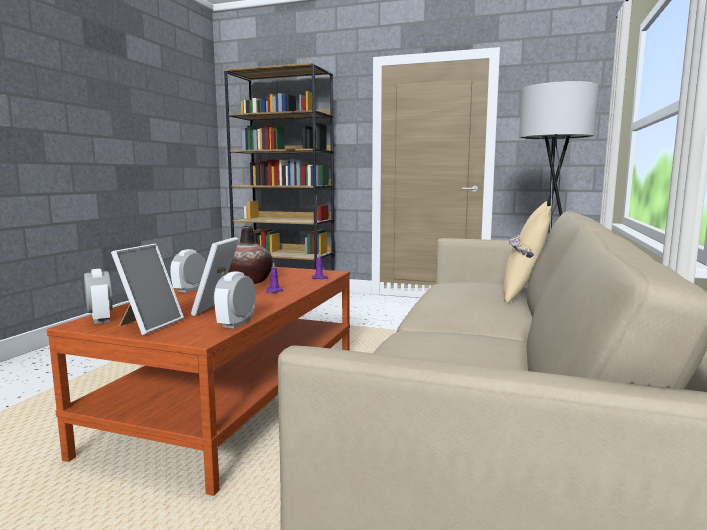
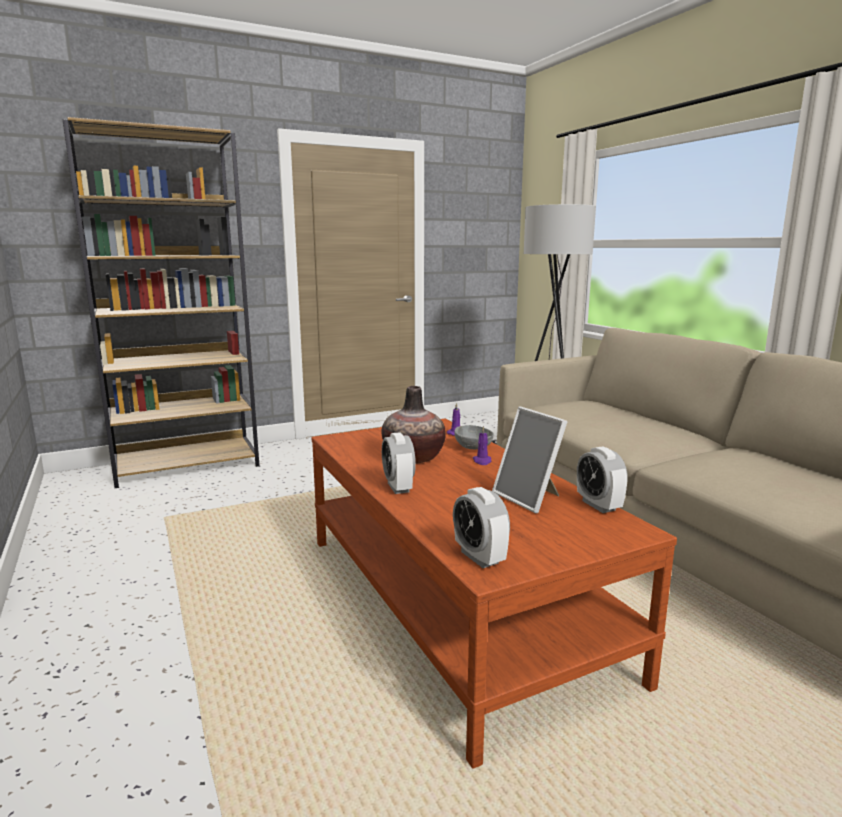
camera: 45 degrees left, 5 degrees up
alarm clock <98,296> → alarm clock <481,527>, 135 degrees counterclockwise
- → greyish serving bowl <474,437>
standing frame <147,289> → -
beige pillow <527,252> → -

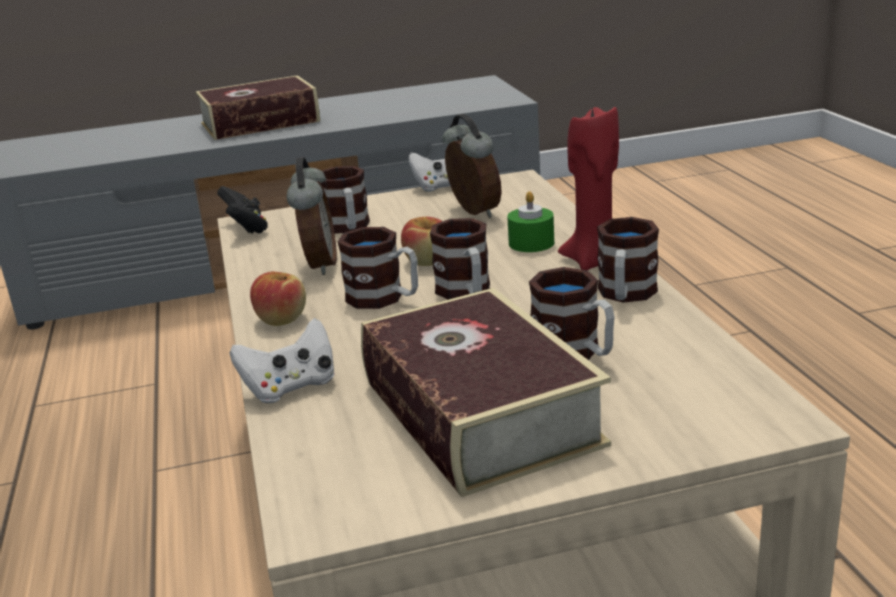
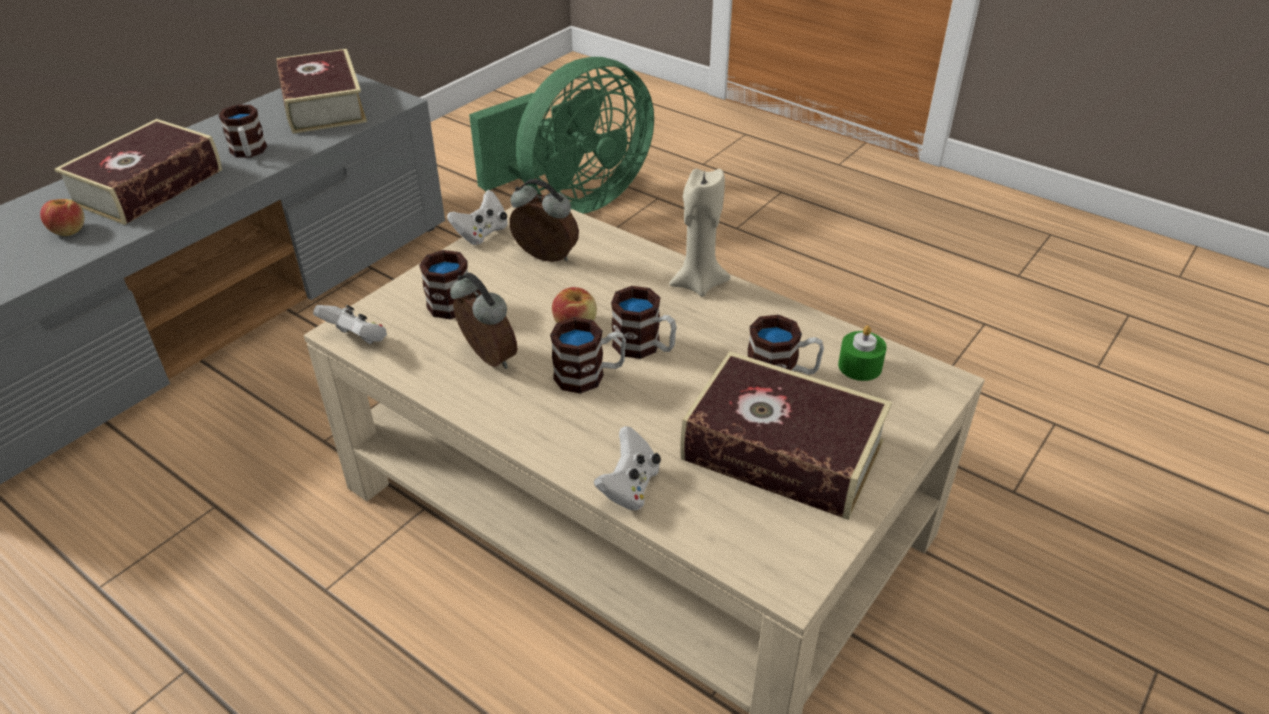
camera: 40 degrees left, 15 degrees up
apple fruit <278,299> → apple fruit <62,217>, relocated
mug <628,260> → mug <242,131>, relocated
- → bound book <321,91>
blackish game controller <242,210> → white-coloured game controller <350,324>
- → green-coloured electric fan <561,135>
red-coloured wax candle <588,187> → beige wax candle <700,233>
green-coloured wax candle <530,221> → green-coloured wax candle <862,353>, relocated

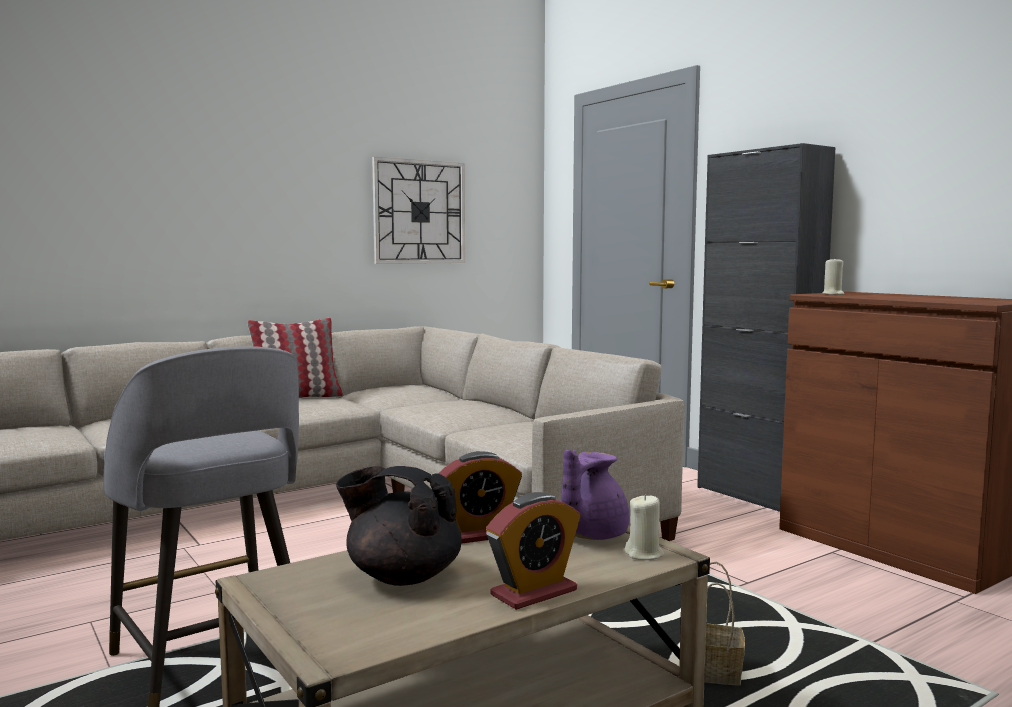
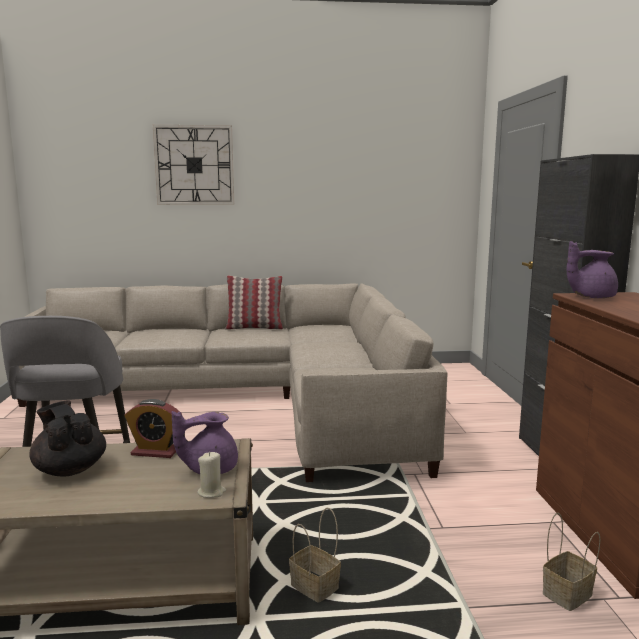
camera: 30 degrees right, 5 degrees up
wall clock <418,210> → wall clock <193,165>, relocated
- → basket <571,562>
beige wax candle <833,276> → purple-coloured teapot <592,269>
alarm clock <533,551> → -

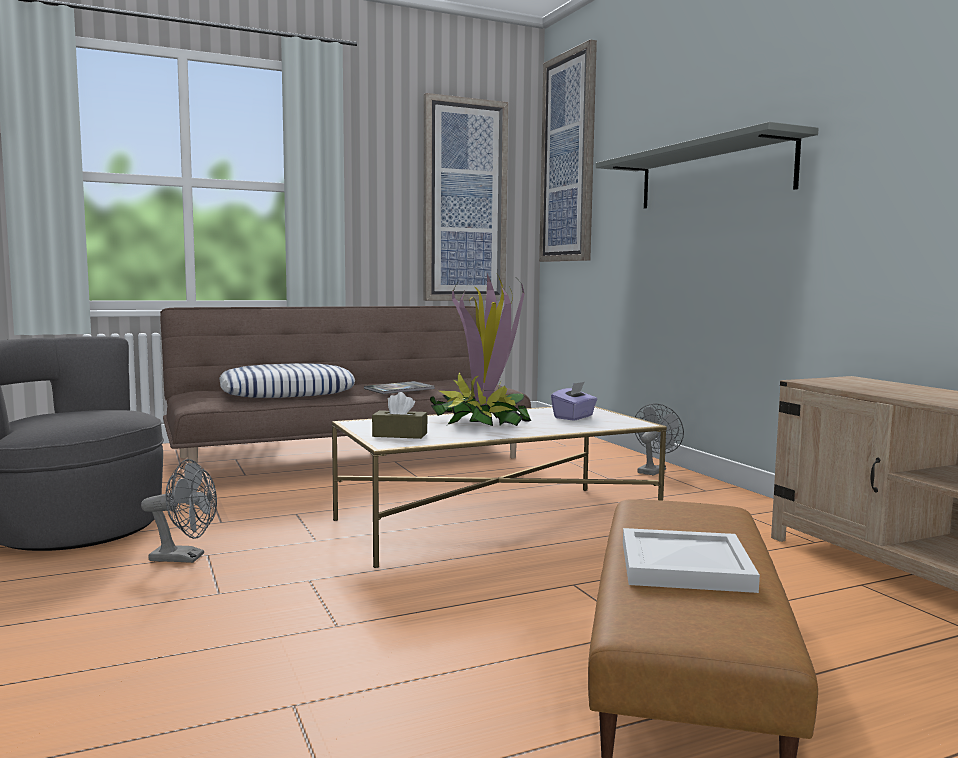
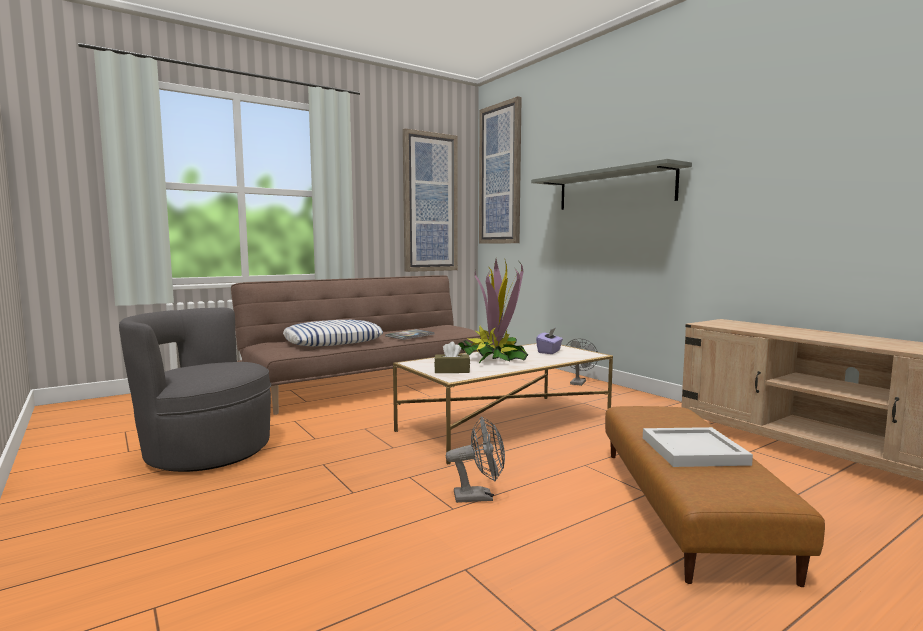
camera: 10 degrees left, 0 degrees up
greyish electric fan <179,511> → greyish electric fan <475,459>, relocated

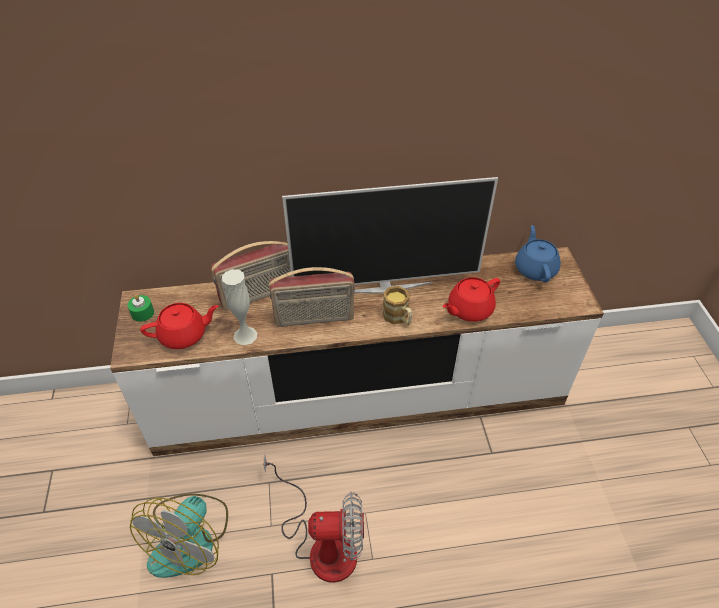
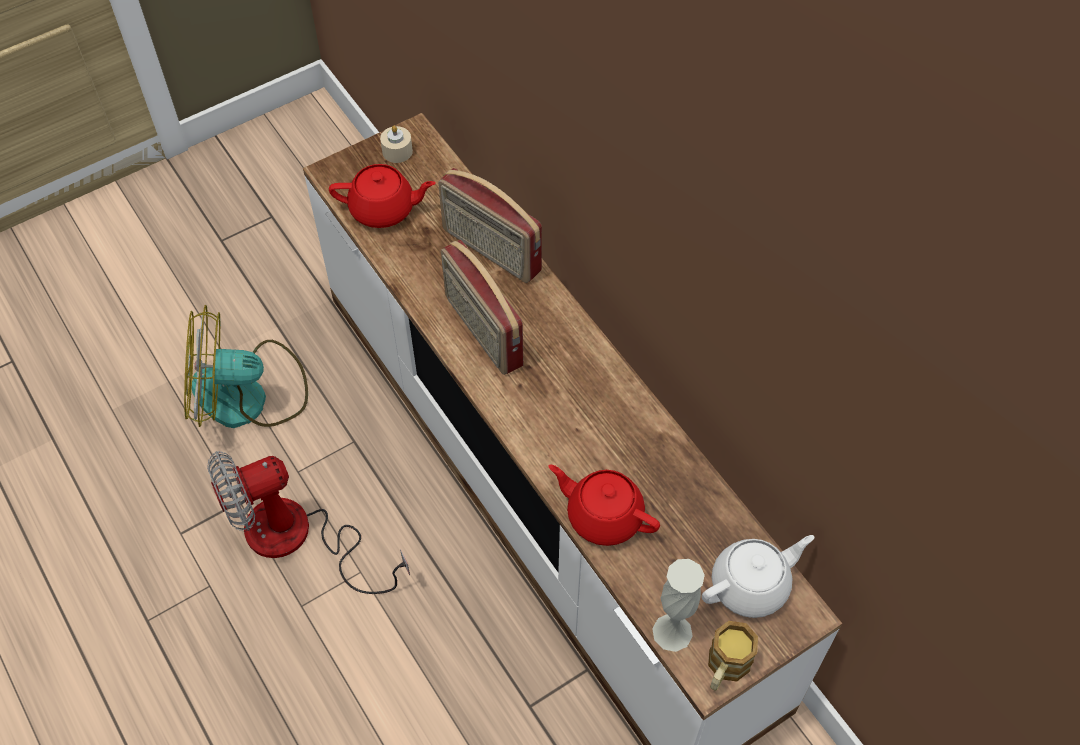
camera: 65 degrees right, 10 degrees up
electric fan <313,518> → electric fan <308,522>, 90 degrees clockwise
red-coloured teapot <179,326> → red-coloured teapot <382,196>, 45 degrees counterclockwise
green-coloured wax candle <140,308> → beige wax candle <396,144>
white-coloured vase <239,307> → white-coloured vase <678,605>, relocated
blue teapot <538,253> → white-coloured teapot <758,576>
mug <398,305> → mug <733,656>, relocated
TV set <390,235> → -

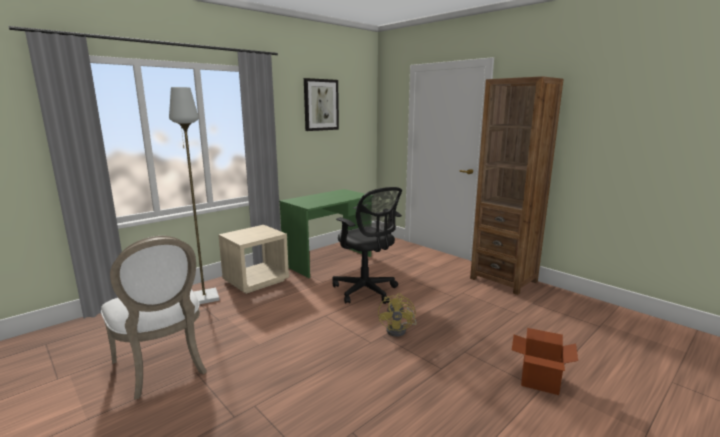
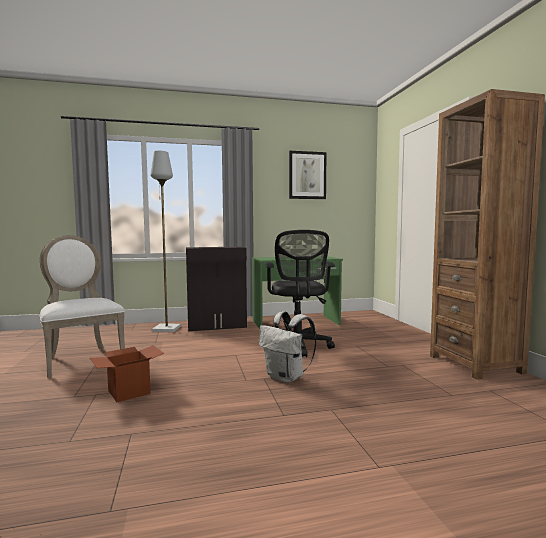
camera: 30 degrees right, 10 degrees down
white-coloured upright chair <154,317> → white-coloured upright chair <82,306>, 150 degrees clockwise
carton <545,361> → carton <127,373>, relocated
beige bedside table <253,259> → blackish cupboard <216,289>
yellowish electric fan <397,315> → white-coloured knapsack <287,347>

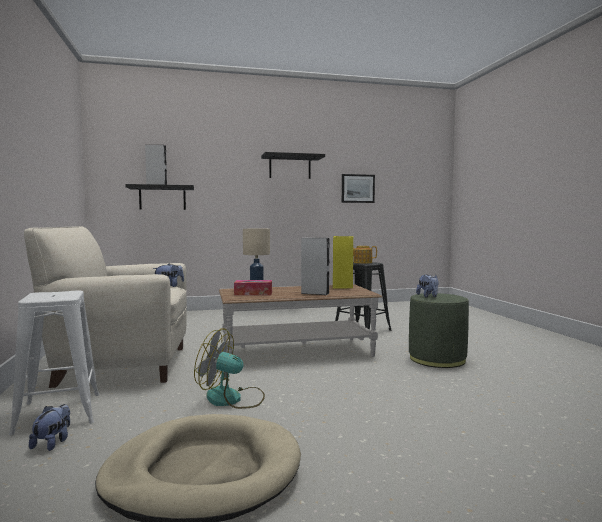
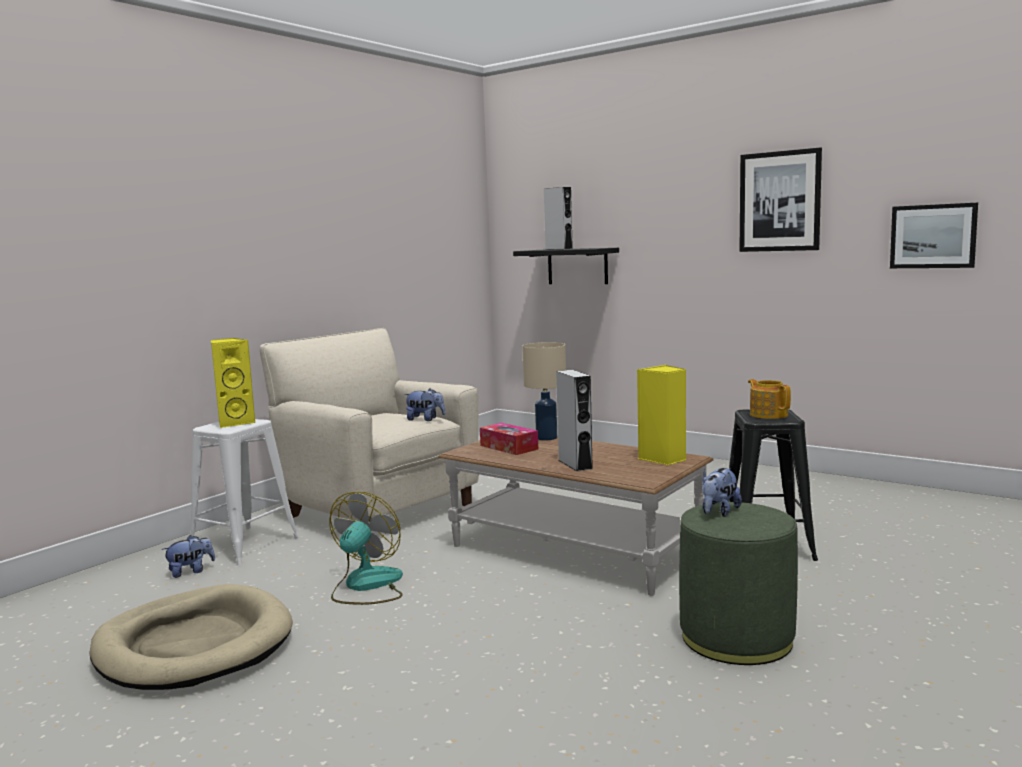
camera: 50 degrees right, 5 degrees up
- → yellowish audio speaker <233,383>
electric fan <229,368> → electric fan <366,548>, 45 degrees clockwise
blackish wall shelf <293,165> → wall picture <780,199>

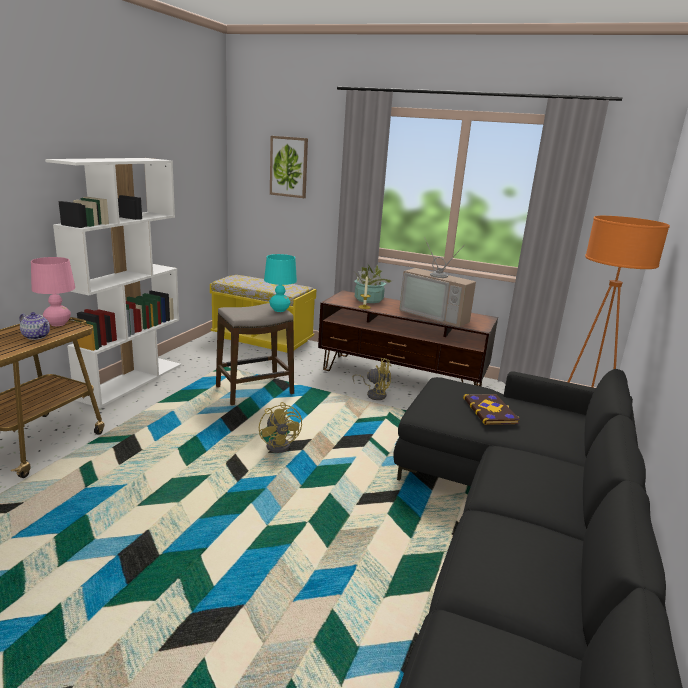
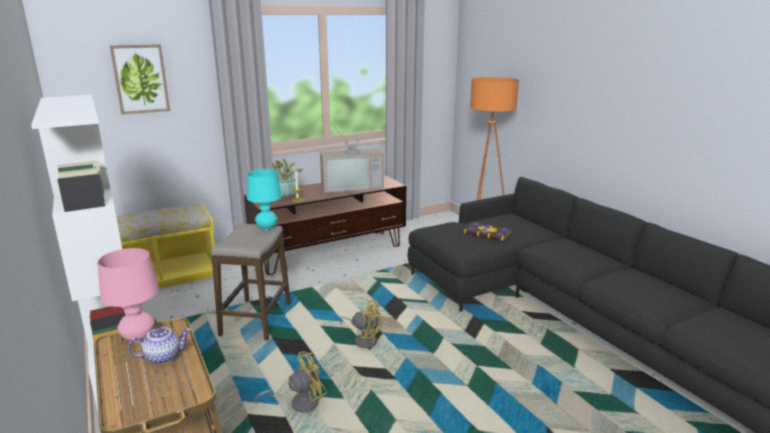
camera: 50 degrees left, 0 degrees up
yellowish electric fan <371,378> → yellowish electric fan <290,381>, relocated

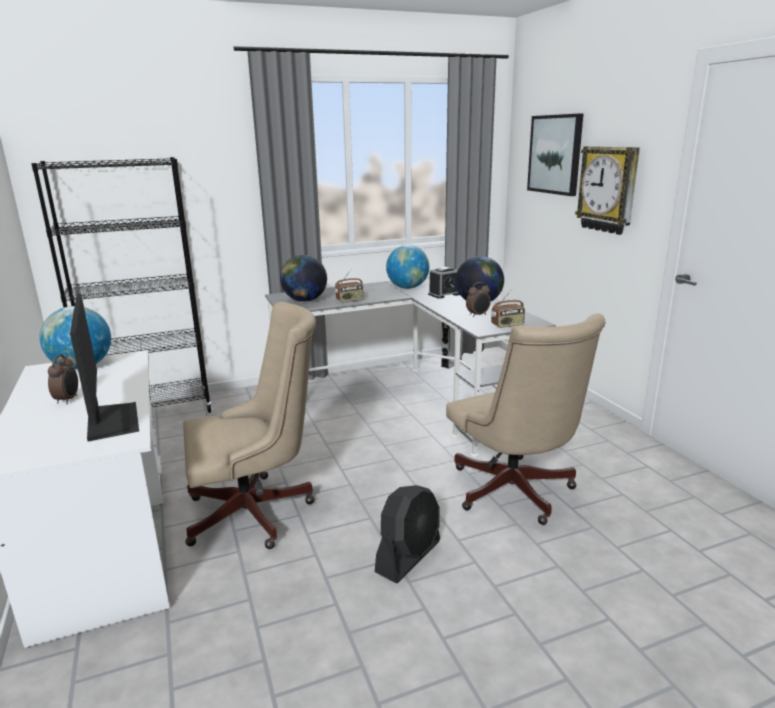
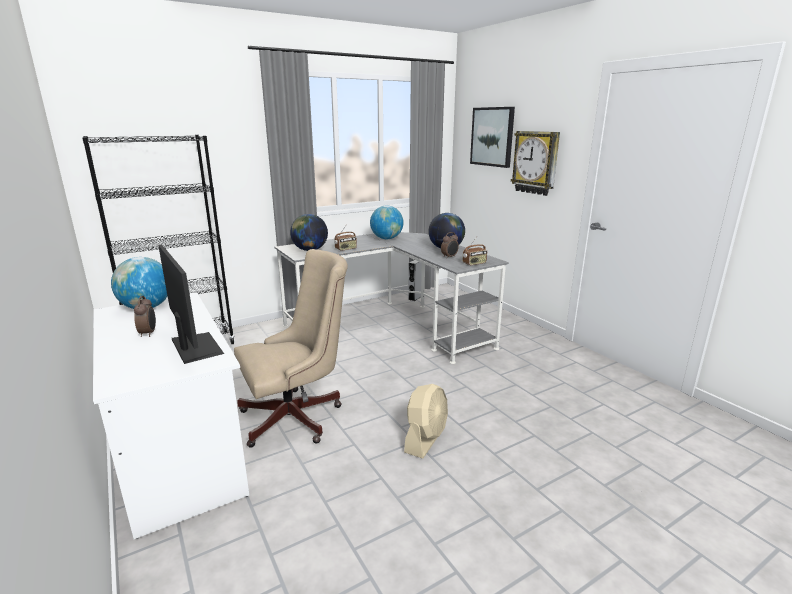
camera: 10 degrees left, 0 degrees up
blackish electric fan <407,534> → beige electric fan <426,421>
alarm clock <444,283> → -
beige office chair <526,419> → -

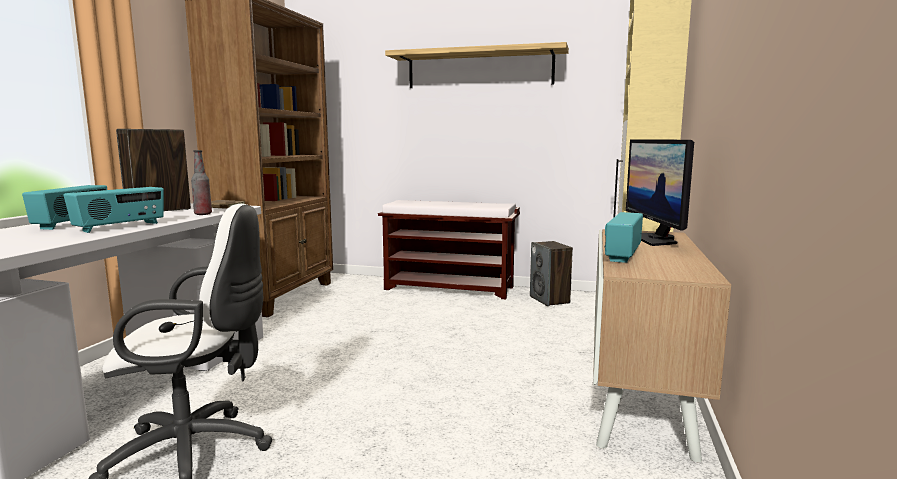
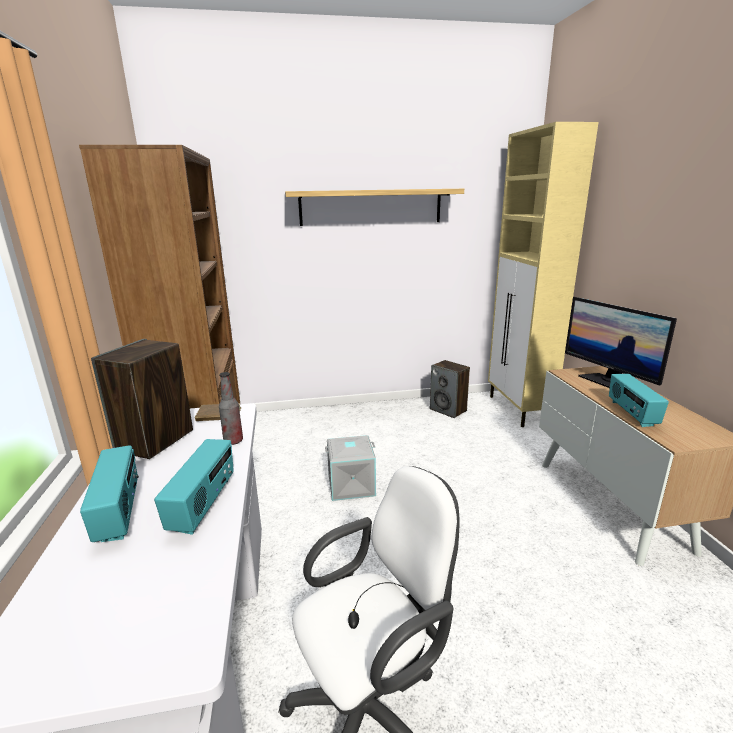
camera: 25 degrees left, 10 degrees up
- → greyish storage box <350,468>
brown-coloured bench <449,249> → -

